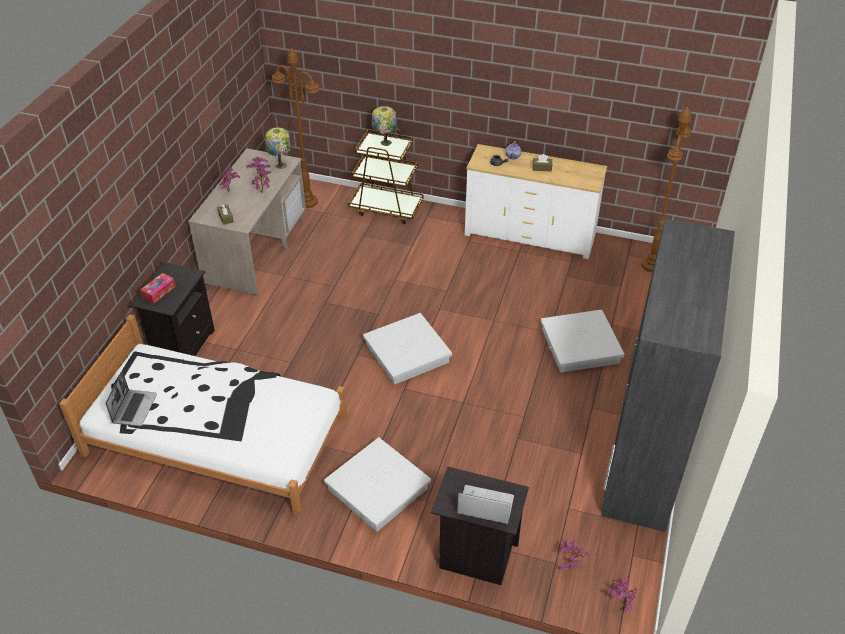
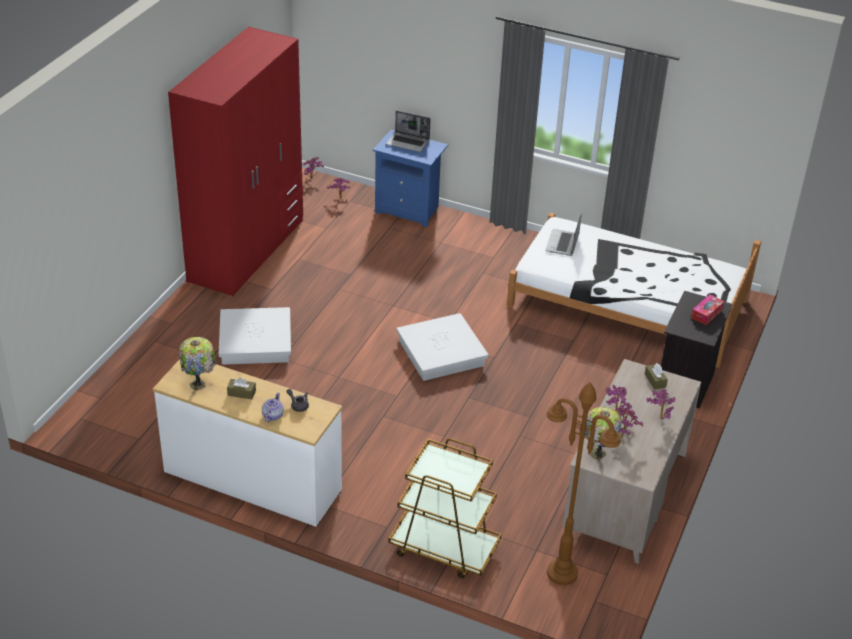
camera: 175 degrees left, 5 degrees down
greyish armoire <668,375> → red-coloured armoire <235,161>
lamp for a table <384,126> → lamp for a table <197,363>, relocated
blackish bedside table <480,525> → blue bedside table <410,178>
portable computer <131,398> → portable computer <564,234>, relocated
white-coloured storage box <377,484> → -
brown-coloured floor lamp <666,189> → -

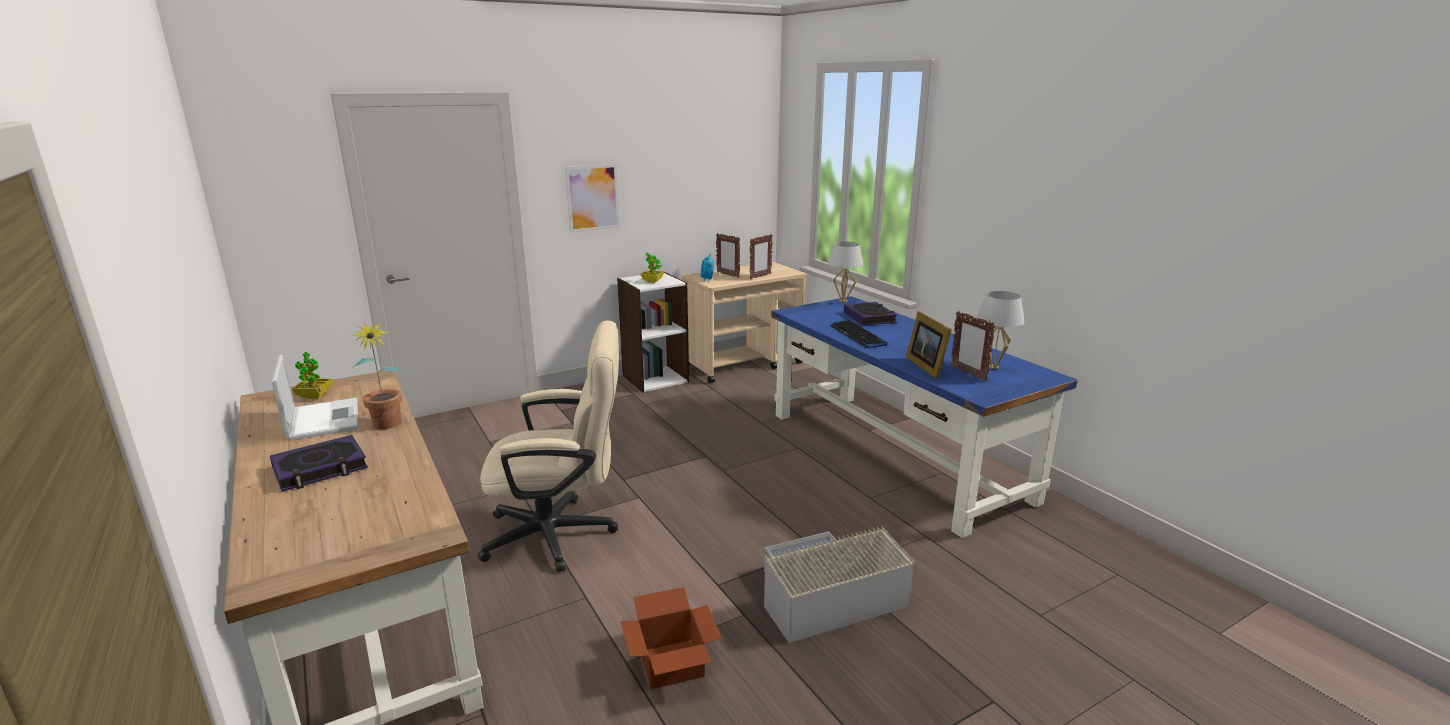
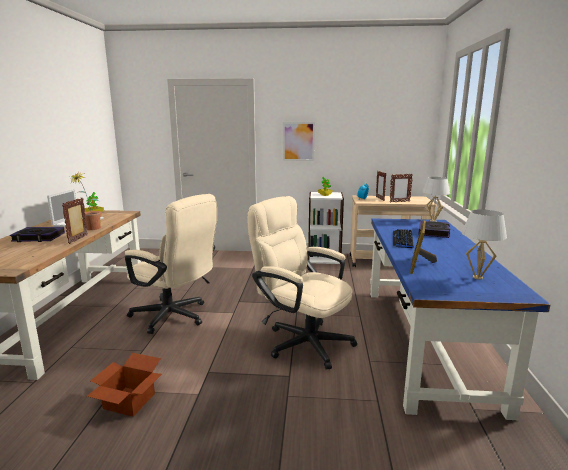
camera: 35 degrees right, 5 degrees down
standing frame <973,346> → standing frame <75,221>, relocated
- → beige office chair <302,283>
greyish storage box <839,584> → -

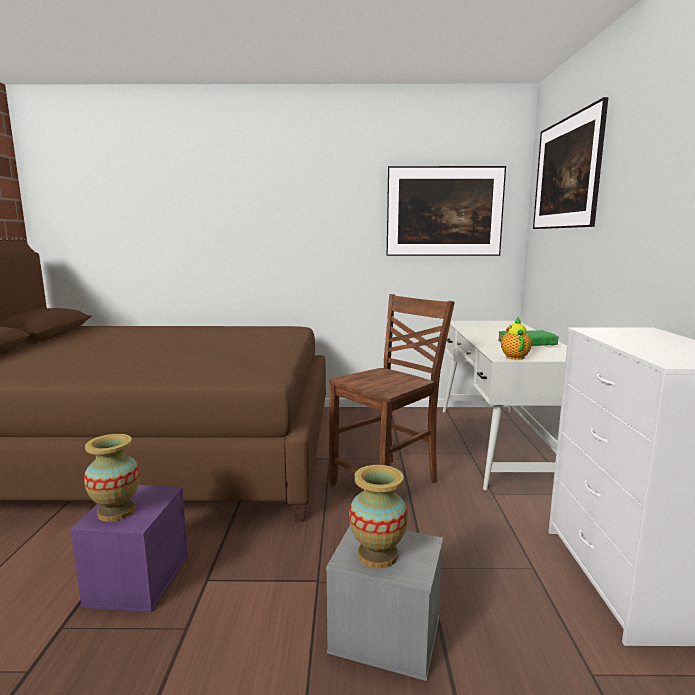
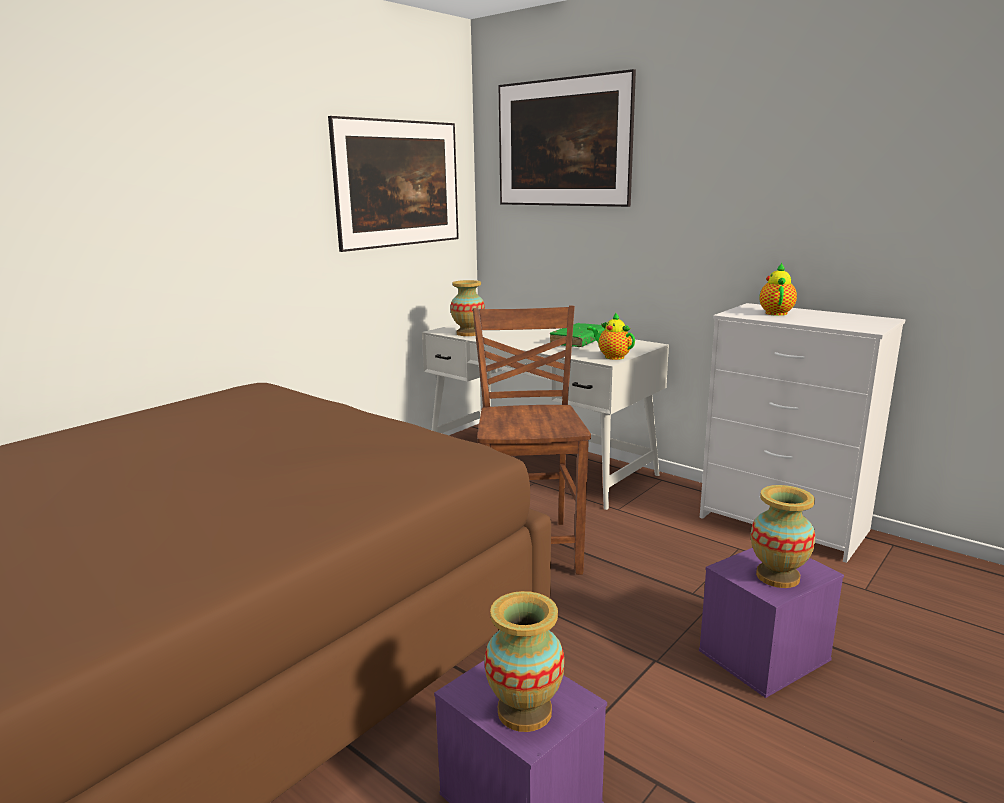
camera: 50 degrees left, 5 degrees up
- → vase <467,308>
greyish storage box <384,603> → purple-coloured storage box <771,623>
- → teapot <778,289>

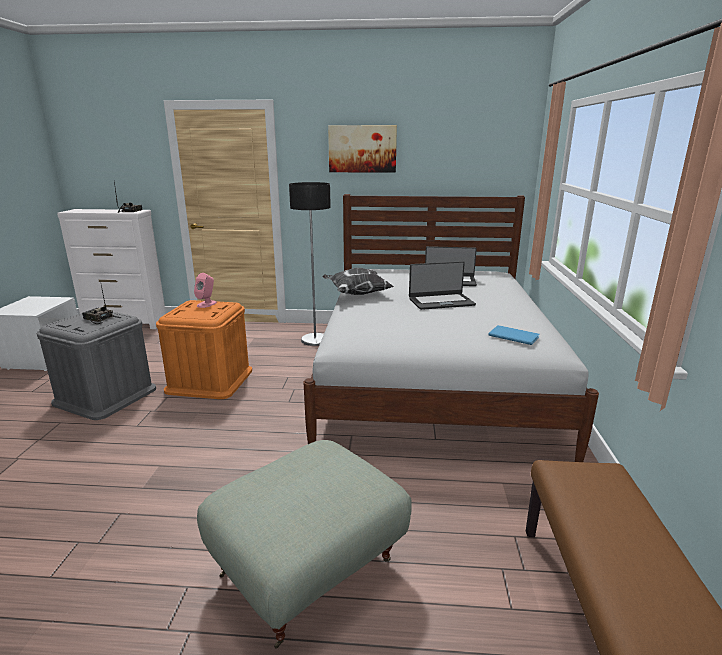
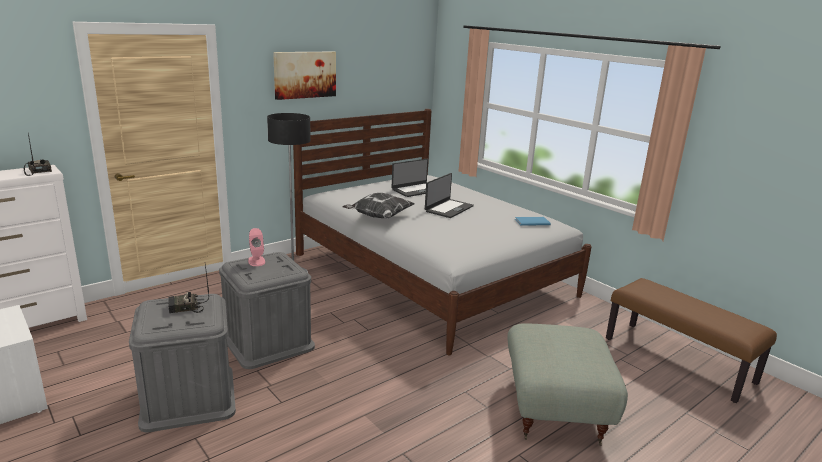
camera: 45 degrees left, 0 degrees up
orangey storage box <204,349> → greyish storage box <267,310>

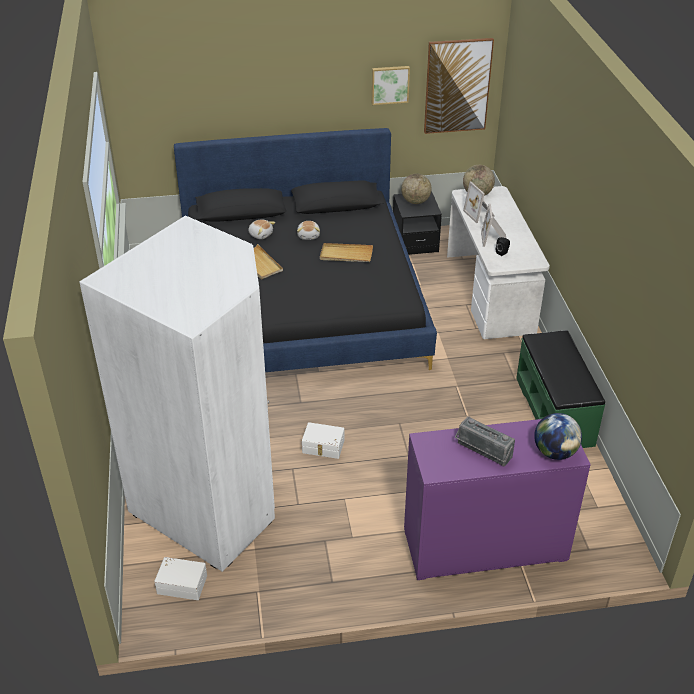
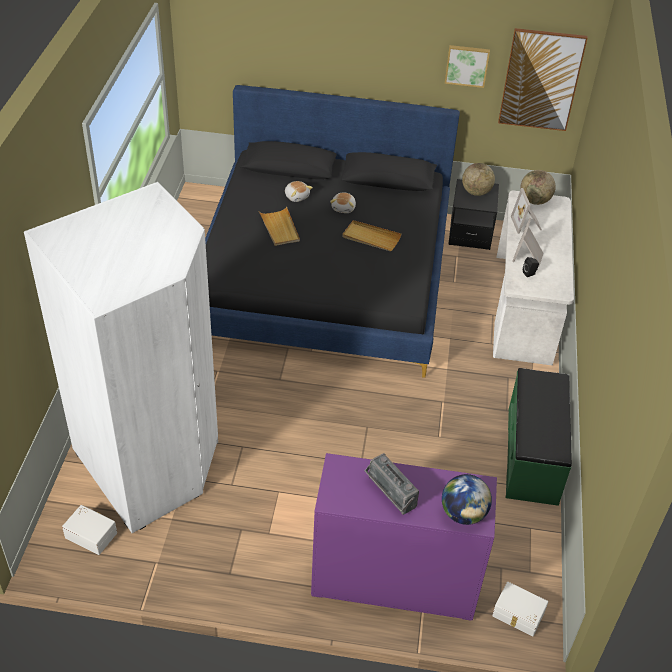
camera: 15 degrees right, 5 degrees up
white-coloured storage box <323,440> → white-coloured storage box <520,609>, relocated

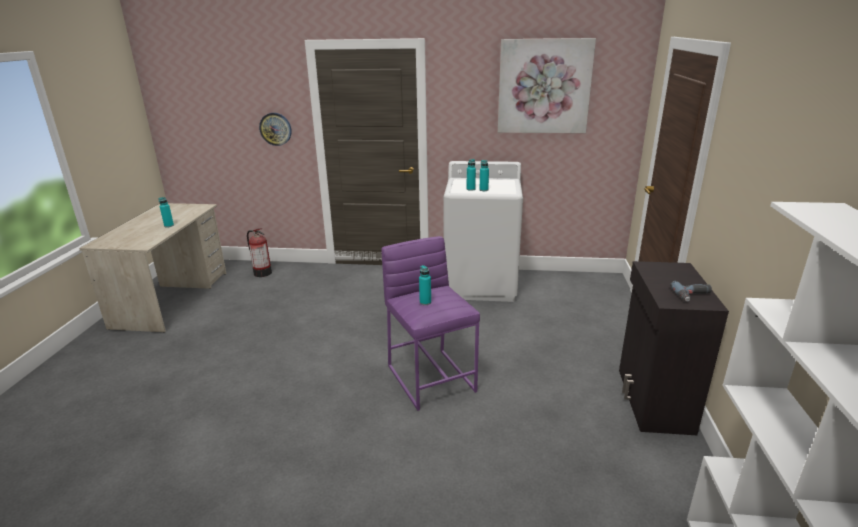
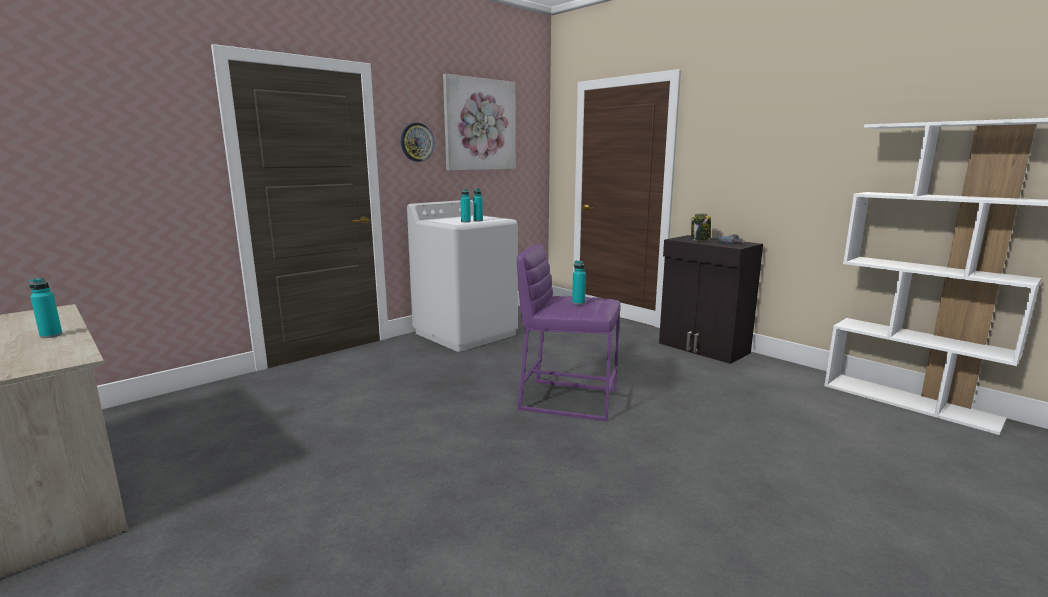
camera: 50 degrees left, 10 degrees down
wall clock <275,129> → wall clock <417,142>, relocated
- → storage jar <701,227>
extinguisher <259,252> → -

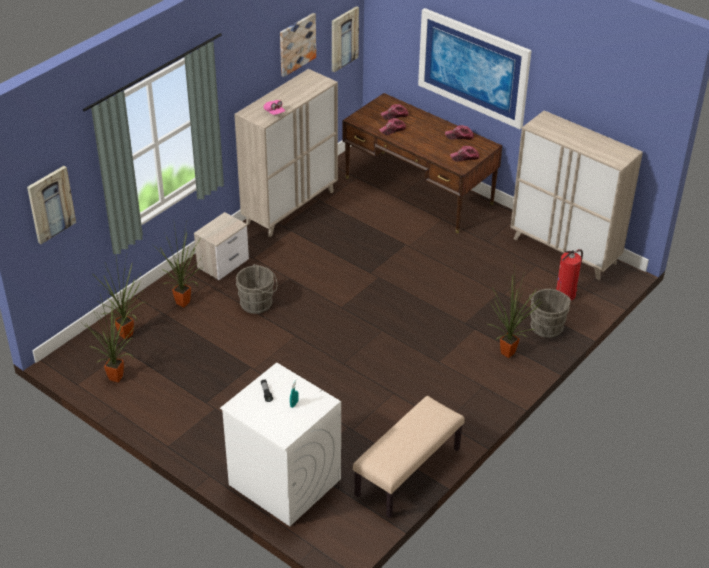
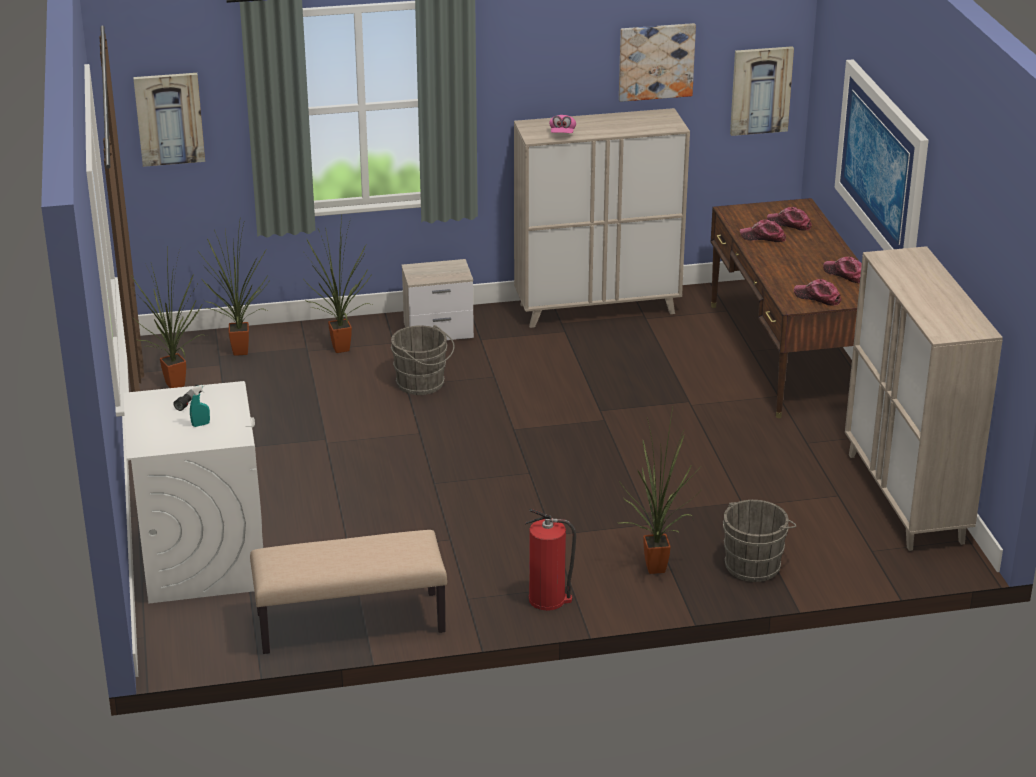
camera: 40 degrees right, 10 degrees down
extinguisher <569,275> → extinguisher <550,560>, relocated

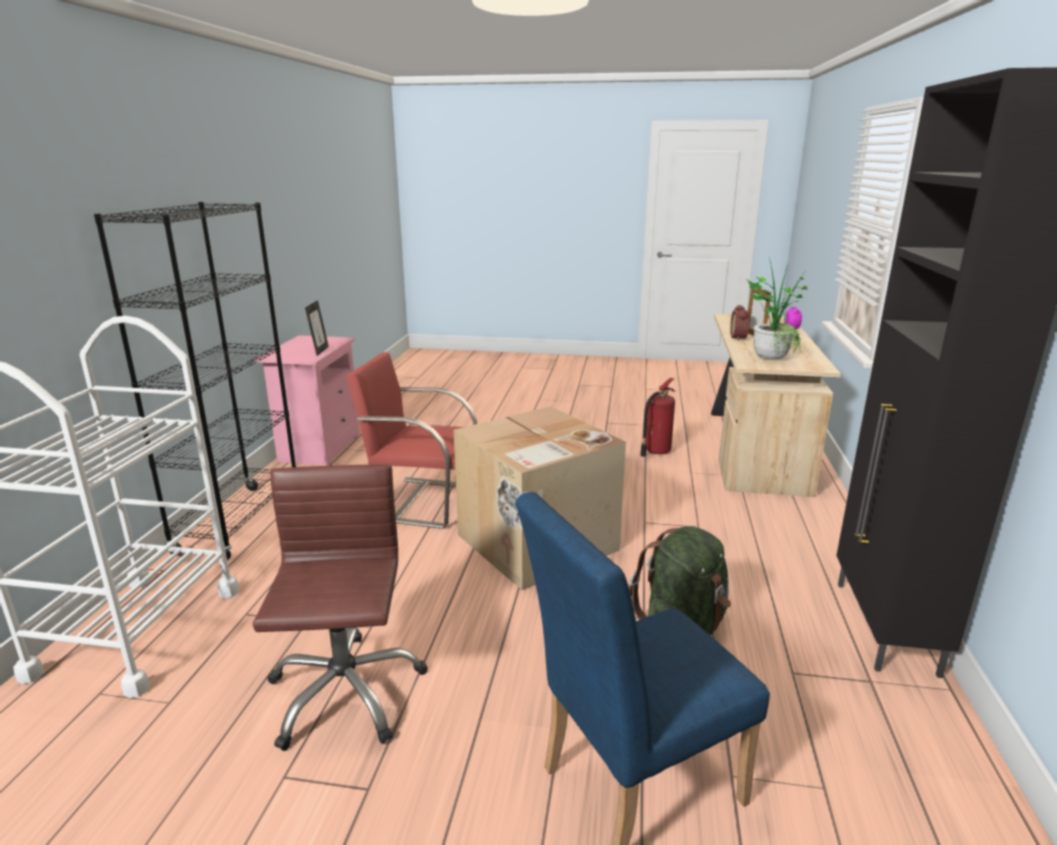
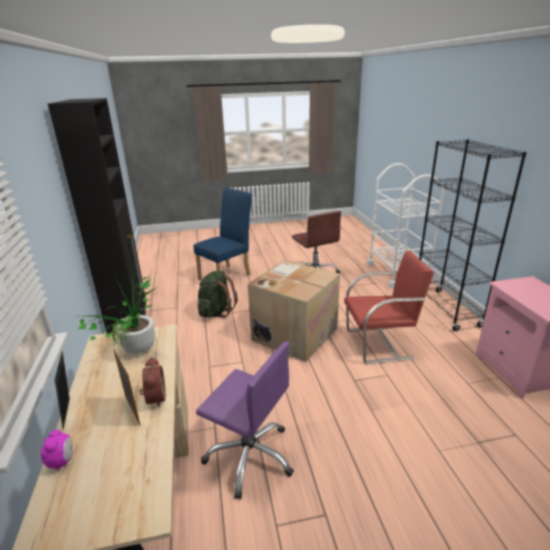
camera: 160 degrees right, 5 degrees up
standing frame <317,328> → standing frame <62,390>, relocated
extinguisher <657,417> → purple-coloured office chair <245,420>

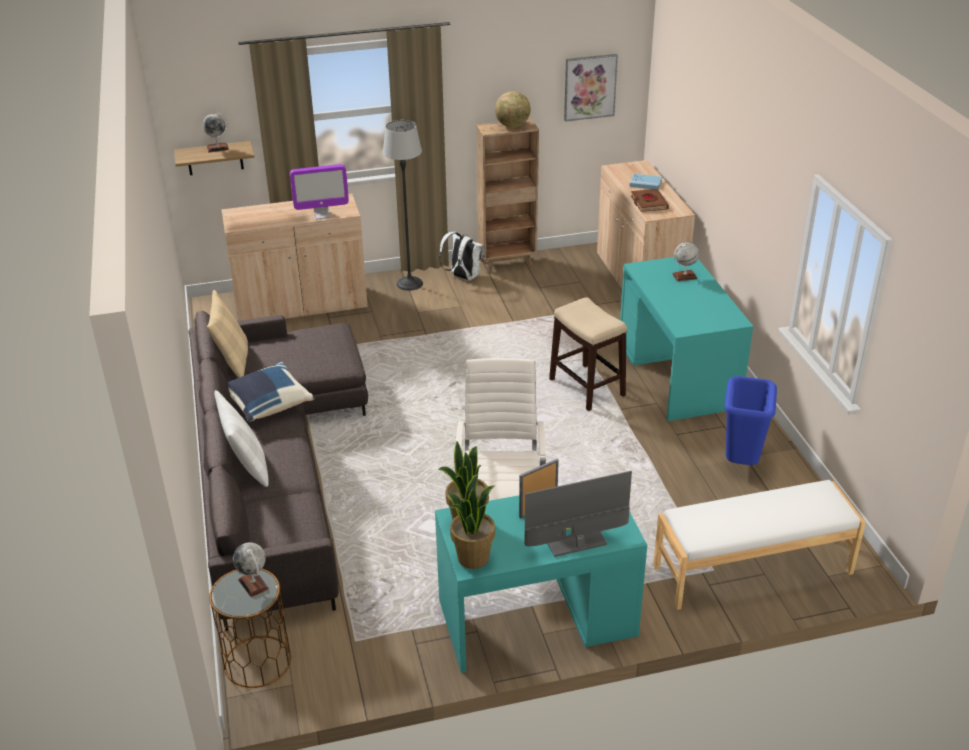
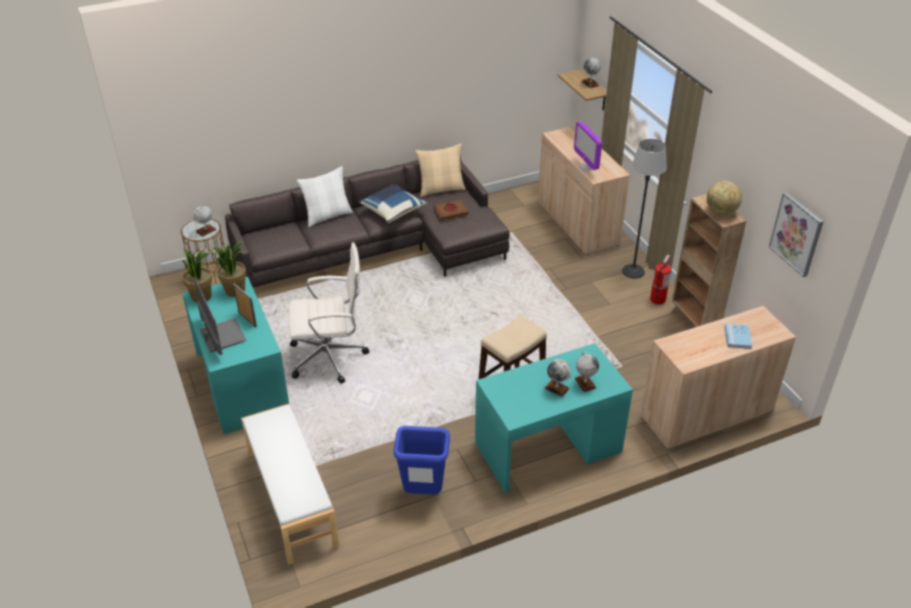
camera: 80 degrees right, 5 degrees up
brown-coloured bound book <650,200> → brown-coloured bound book <451,210>, relocated
- → world globe <557,378>
white-coloured knapsack <462,256> → extinguisher <660,280>

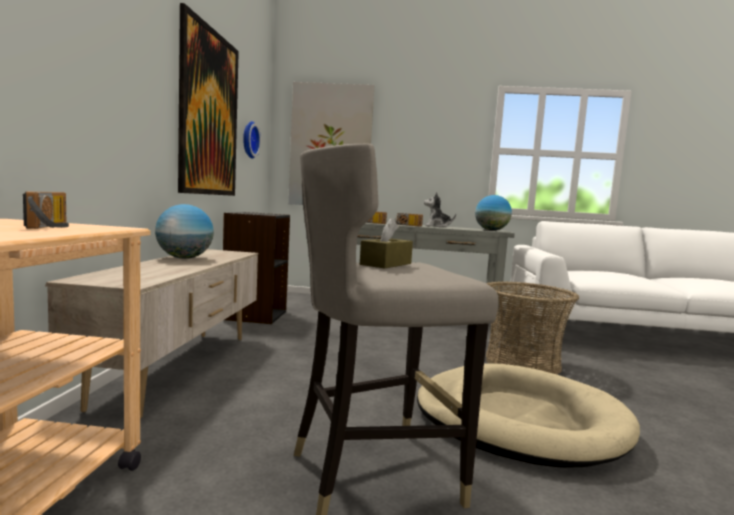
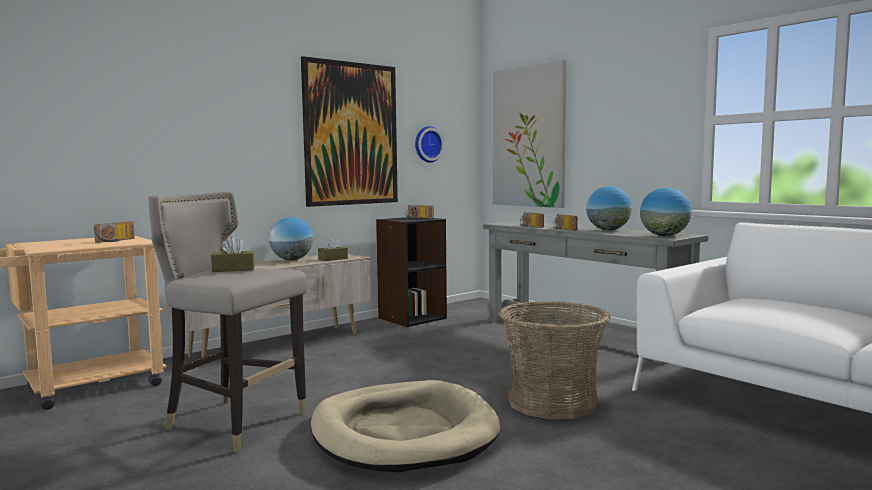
camera: 45 degrees right, 0 degrees up
- → brown-coloured tissue holder <333,249>
- → radio receiver <420,211>
plush toy <440,209> → world globe <609,208>

